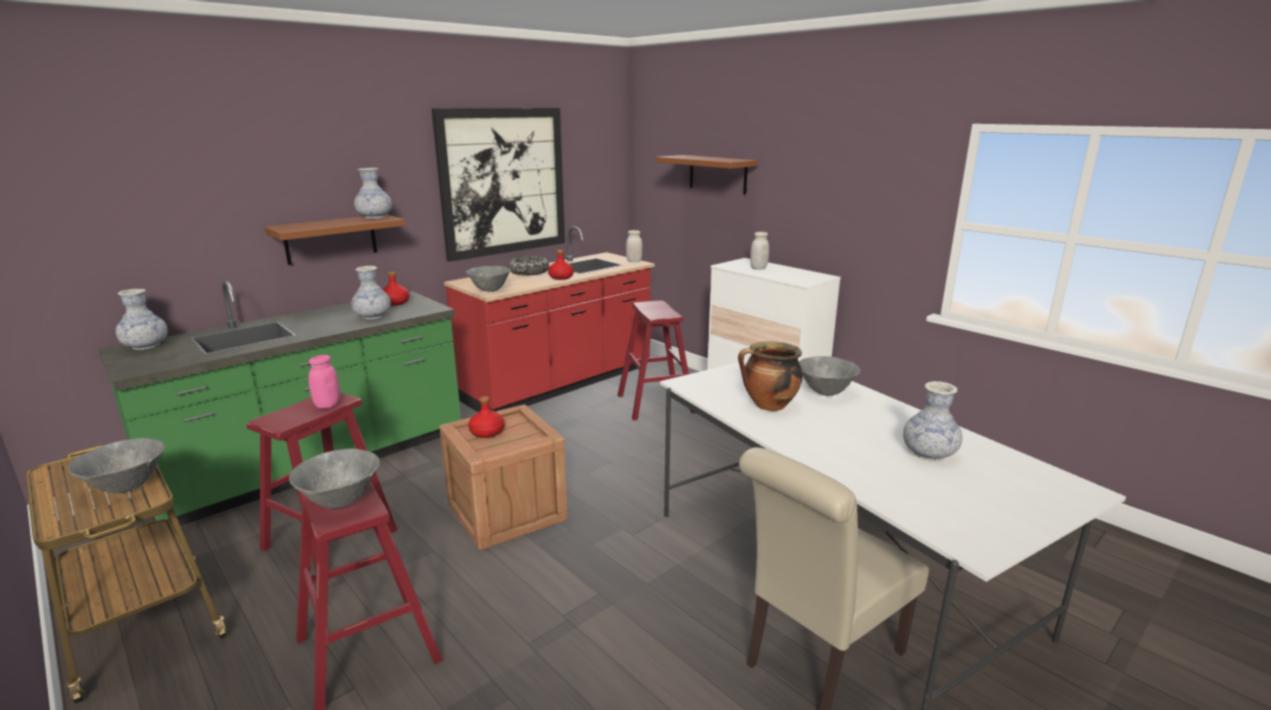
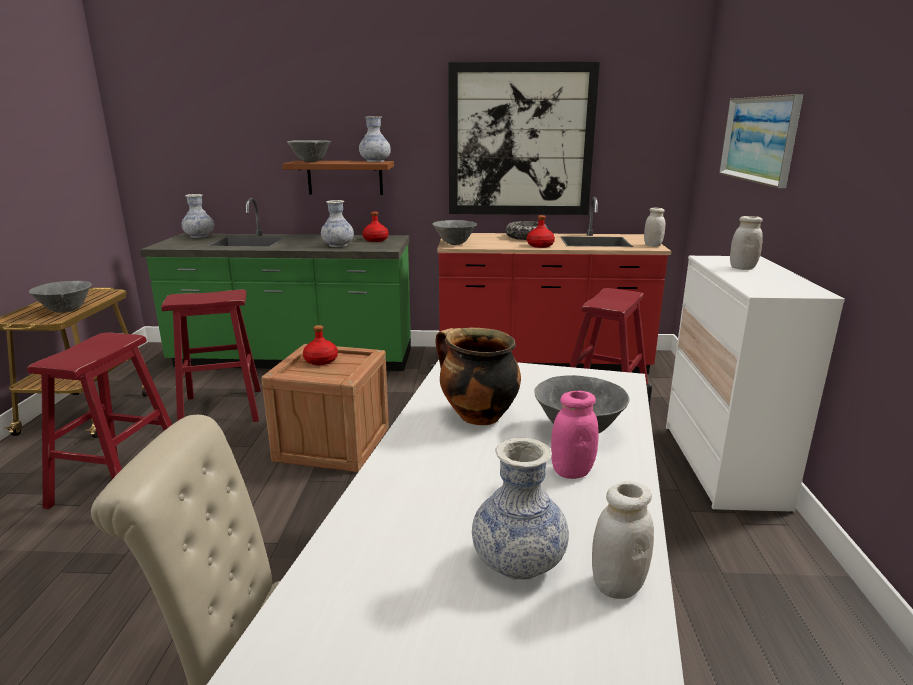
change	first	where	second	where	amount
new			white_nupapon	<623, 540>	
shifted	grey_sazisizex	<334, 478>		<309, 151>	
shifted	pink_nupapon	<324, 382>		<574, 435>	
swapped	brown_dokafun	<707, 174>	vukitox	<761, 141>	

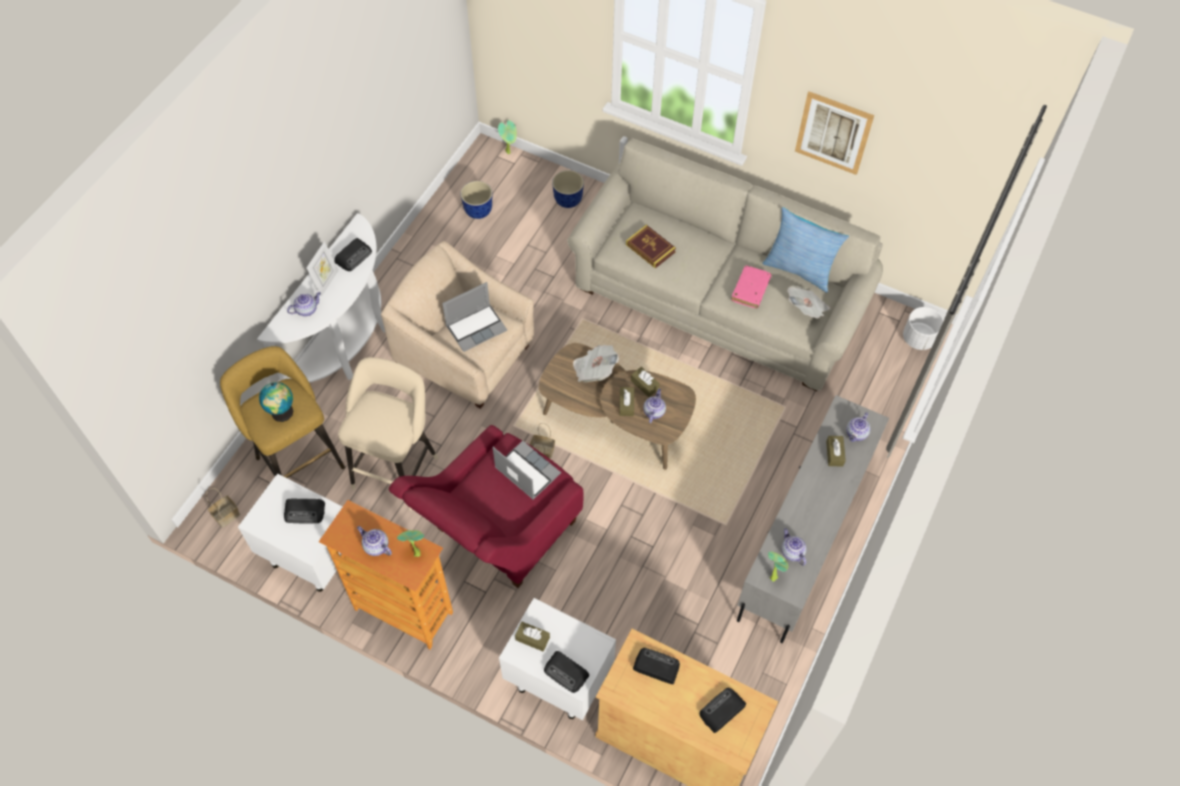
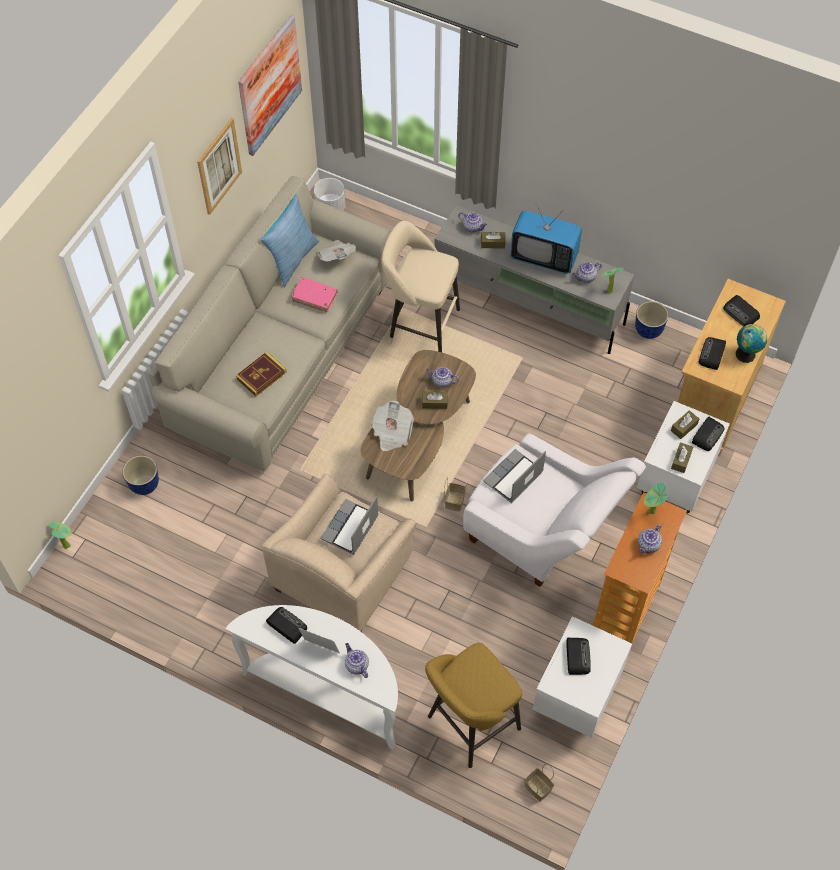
change	first	where	second	where	amount
new			vukitox	<270, 85>	
new			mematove	<546, 238>	
shifted	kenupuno	<276, 402>		<751, 343>	
shifted	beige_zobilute	<388, 433>		<421, 286>	
shifted	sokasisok	<476, 200>		<652, 320>	
shifted	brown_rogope	<645, 382>		<685, 424>	
repainted	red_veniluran	<486, 506>	white_veniluran	<554, 510>	
rotated	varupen	<474, 317>		<349, 525>	120 degrees counterclockwise

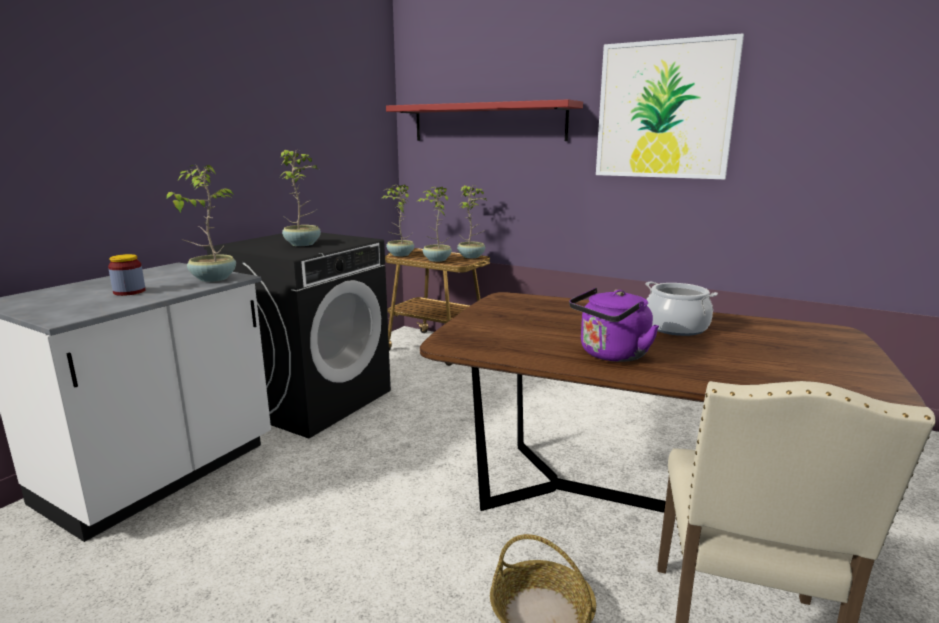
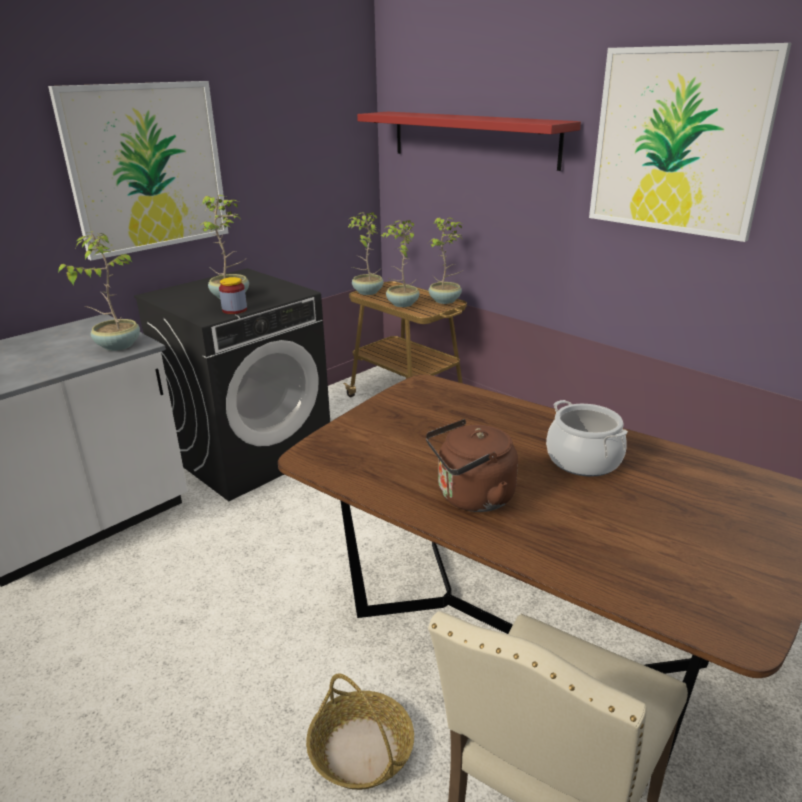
change	first	where	second	where	amount
new			vukitox	<138, 170>	
shifted	nupapon	<127, 275>		<233, 295>	
repainted	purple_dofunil	<614, 325>	brown_dofunil	<472, 465>	

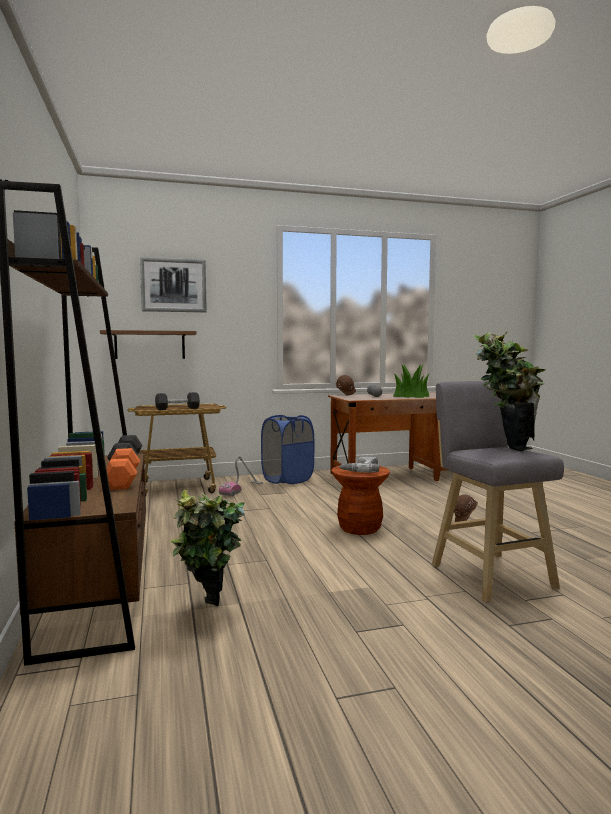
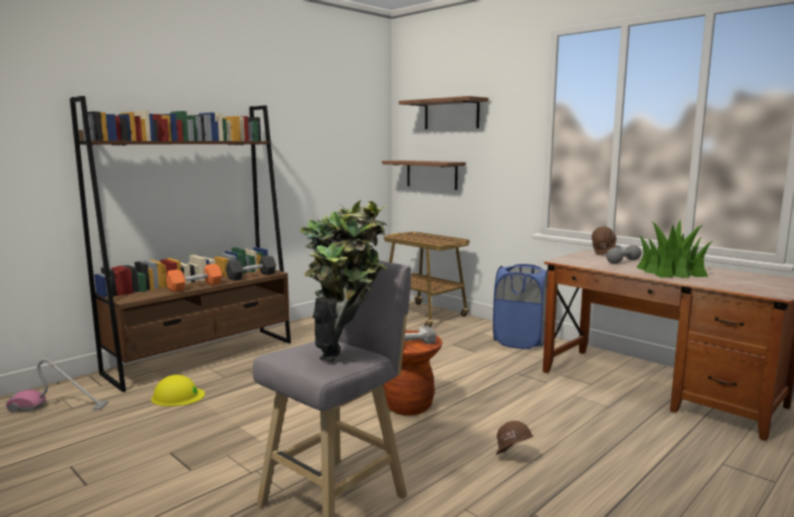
change	first	where	second	where	amount
gone	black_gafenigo	<177, 401>			
shifted	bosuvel	<241, 476>		<57, 385>	
swapped	vukitox	<173, 284>	dokafun	<444, 112>	
swapped	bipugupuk	<207, 548>	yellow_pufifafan	<178, 390>	

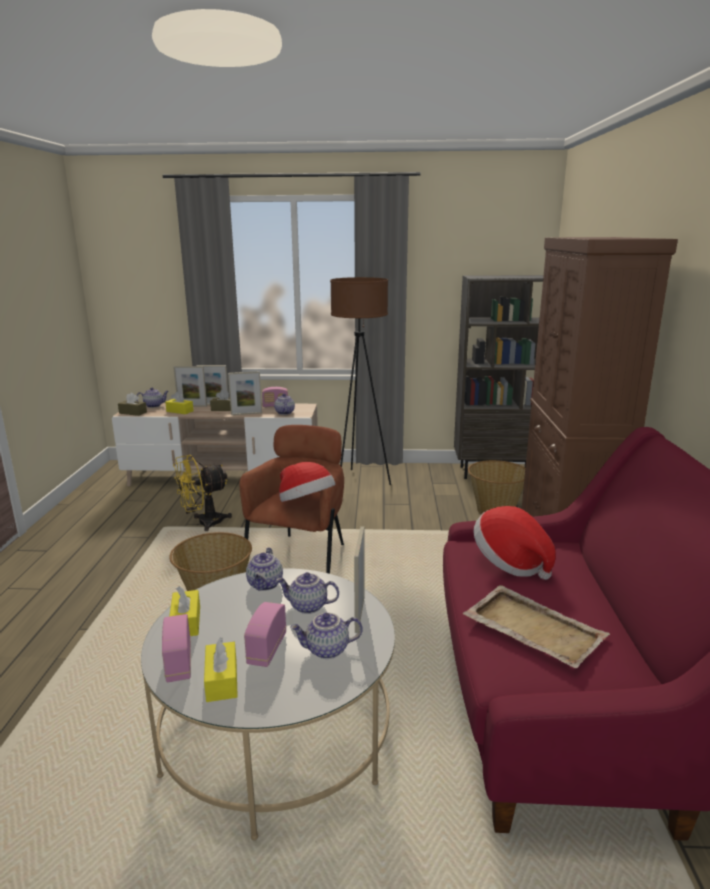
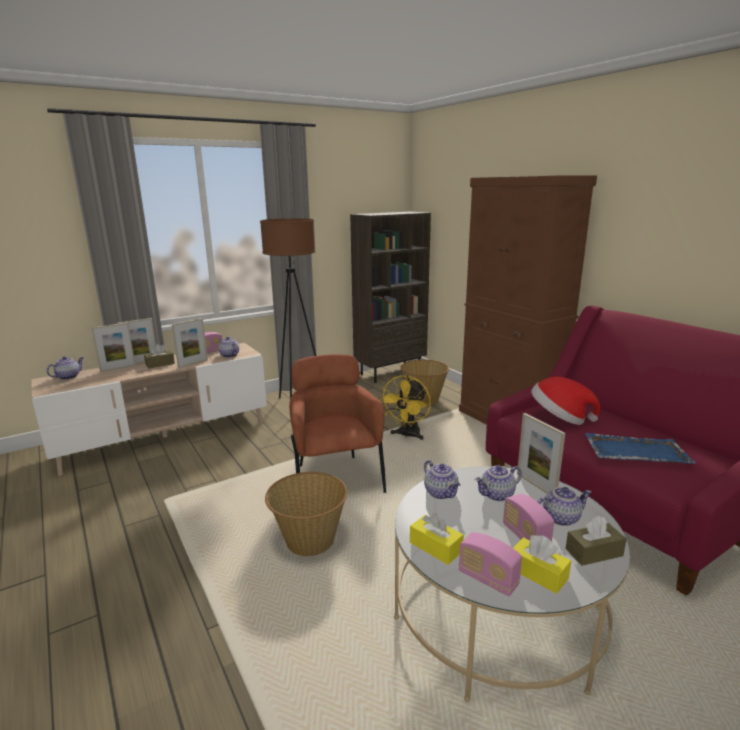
change	first	where	second	where	amount
gone	yellow_rogope	<179, 403>			
gone	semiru	<307, 482>			
shifted	brown_rogope	<132, 404>		<596, 541>	
shifted	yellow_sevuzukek	<202, 493>		<406, 407>	
repainted	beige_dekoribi	<536, 626>	blue_dekoribi	<640, 448>	
rotated	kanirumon	<326, 636>		<565, 506>	150 degrees counterclockwise

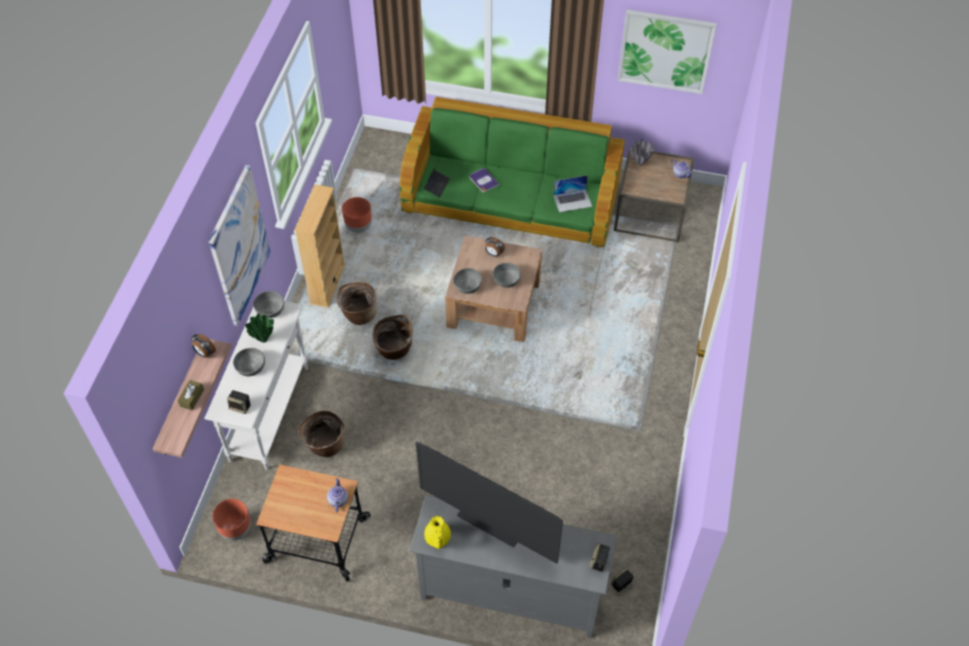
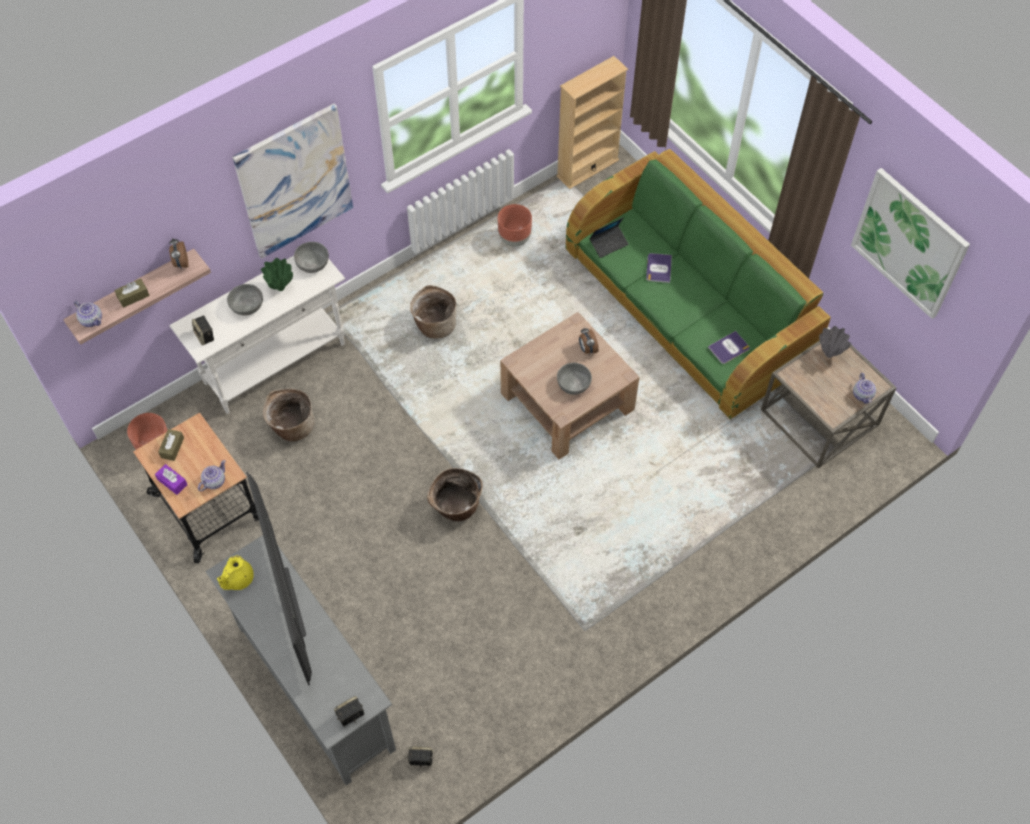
change	first	where	second	where	amount
gone	grey_sazisizex	<467, 281>			
new			kanirumon	<88, 314>	
new			purple_rogope	<171, 479>	
new			brown_rogope	<171, 445>	
shifted	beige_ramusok	<320, 246>		<592, 122>	
shifted	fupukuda	<393, 337>		<455, 494>	
swapped	varupen	<572, 193>	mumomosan	<729, 347>	

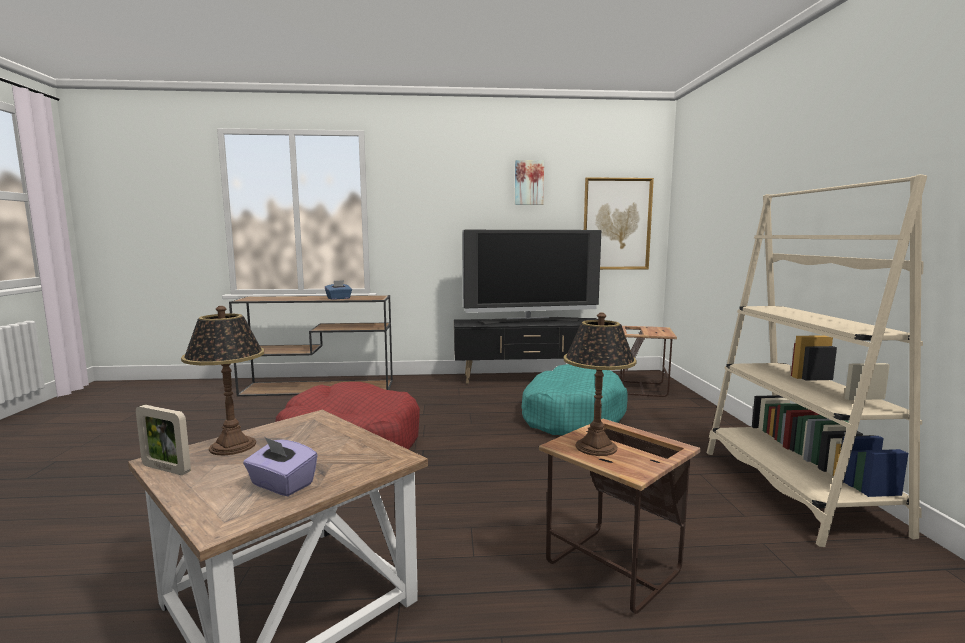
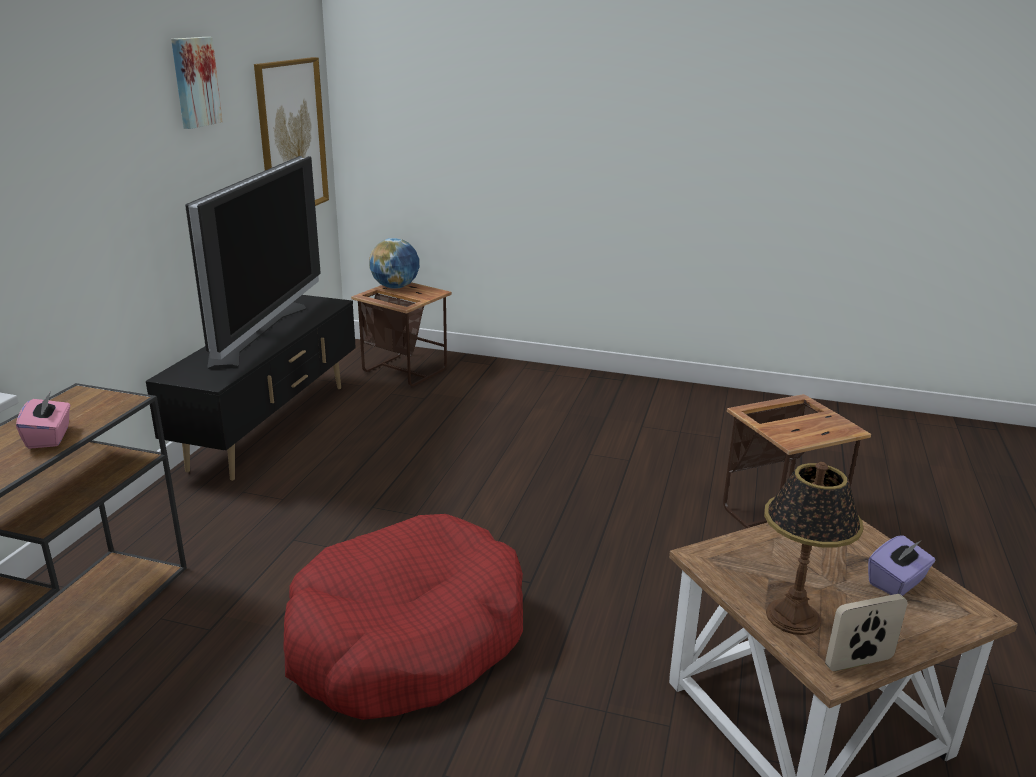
change	first	where	second	where	amount
gone	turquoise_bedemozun	<574, 399>			
gone	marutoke	<600, 384>			
gone	beige_ramusok	<817, 360>			
new			kenupuno	<394, 263>	
repainted	blue_rogope	<338, 290>	pink_rogope	<43, 420>	
rotated	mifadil	<163, 440>		<866, 632>	150 degrees counterclockwise

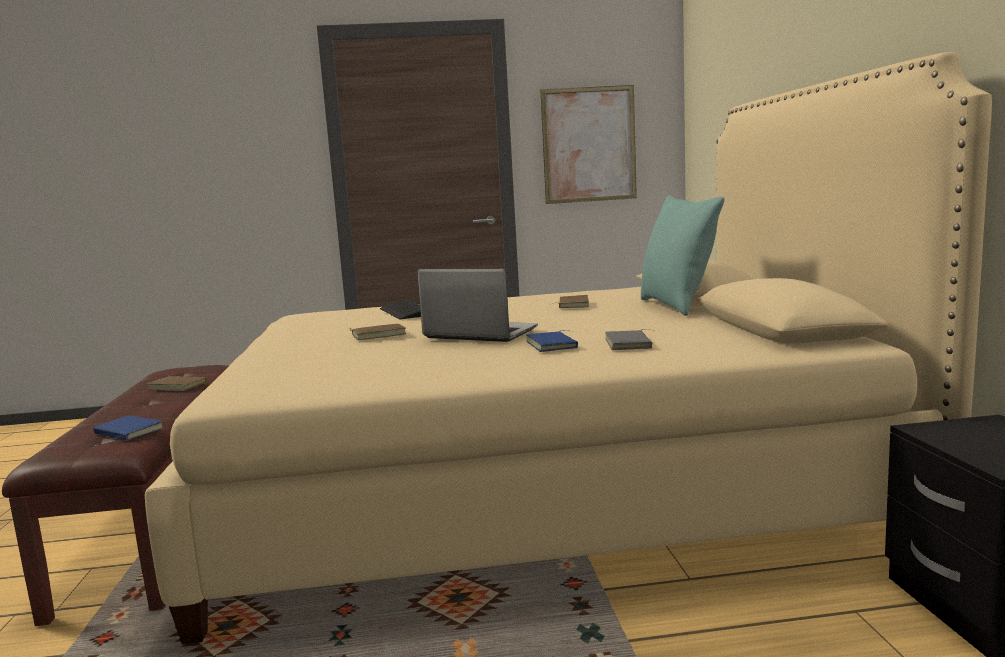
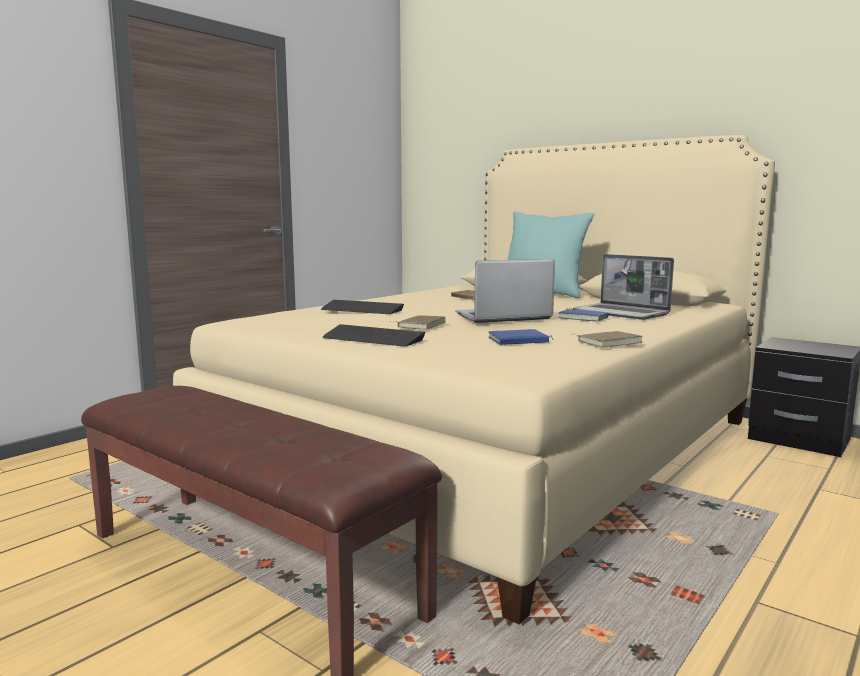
change	first	where	second	where	amount
gone	vukitox	<588, 144>			
new			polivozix	<374, 335>	
shifted	blue_mumomosan	<128, 427>		<521, 337>	
shifted	brown_mumomosan	<177, 382>		<607, 339>	
swapped	grey_mumomosan	<629, 339>	varupen	<623, 287>	

